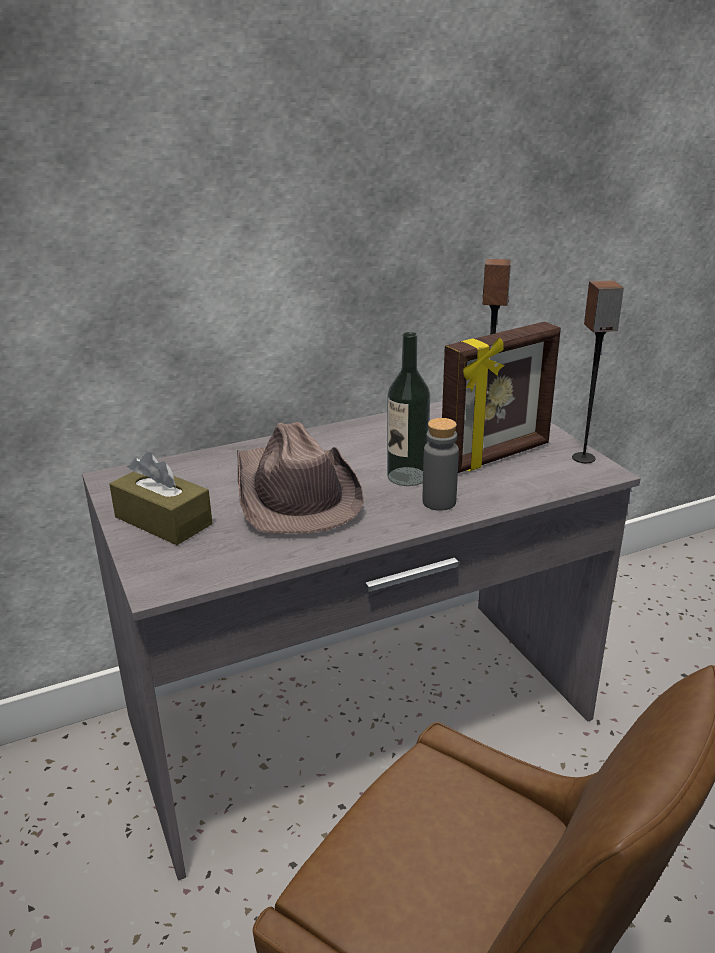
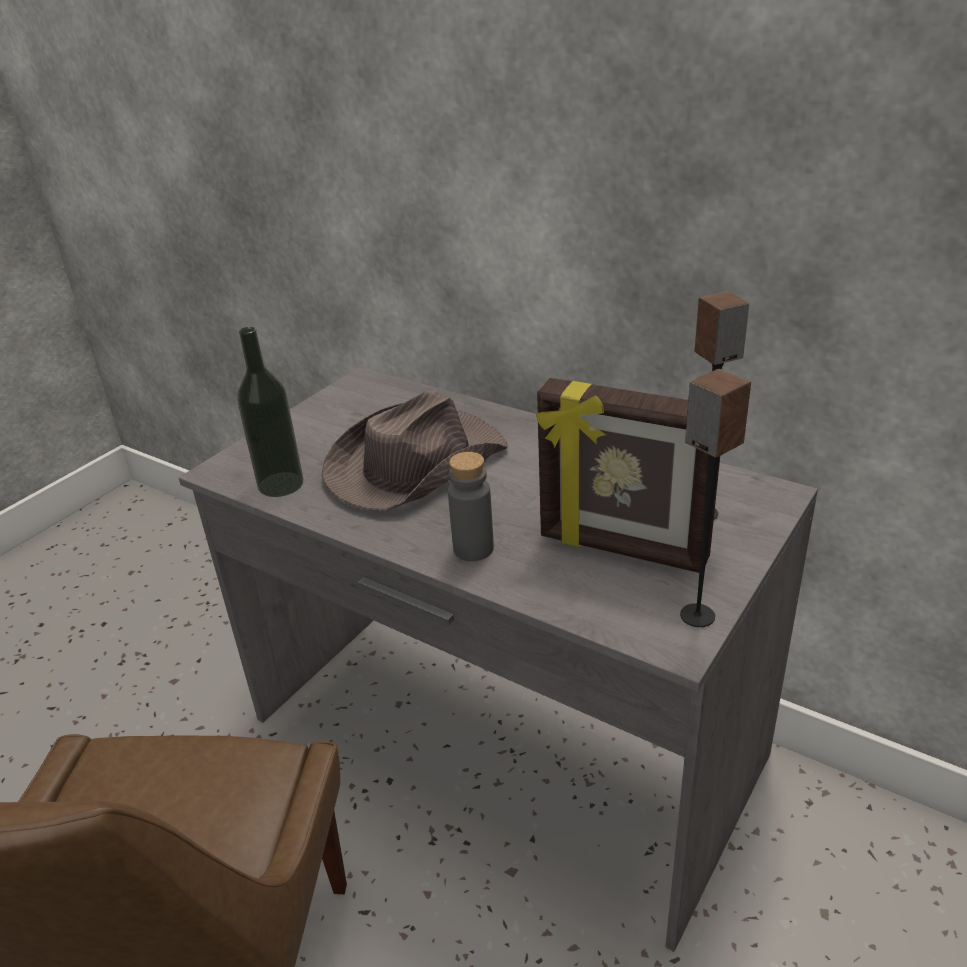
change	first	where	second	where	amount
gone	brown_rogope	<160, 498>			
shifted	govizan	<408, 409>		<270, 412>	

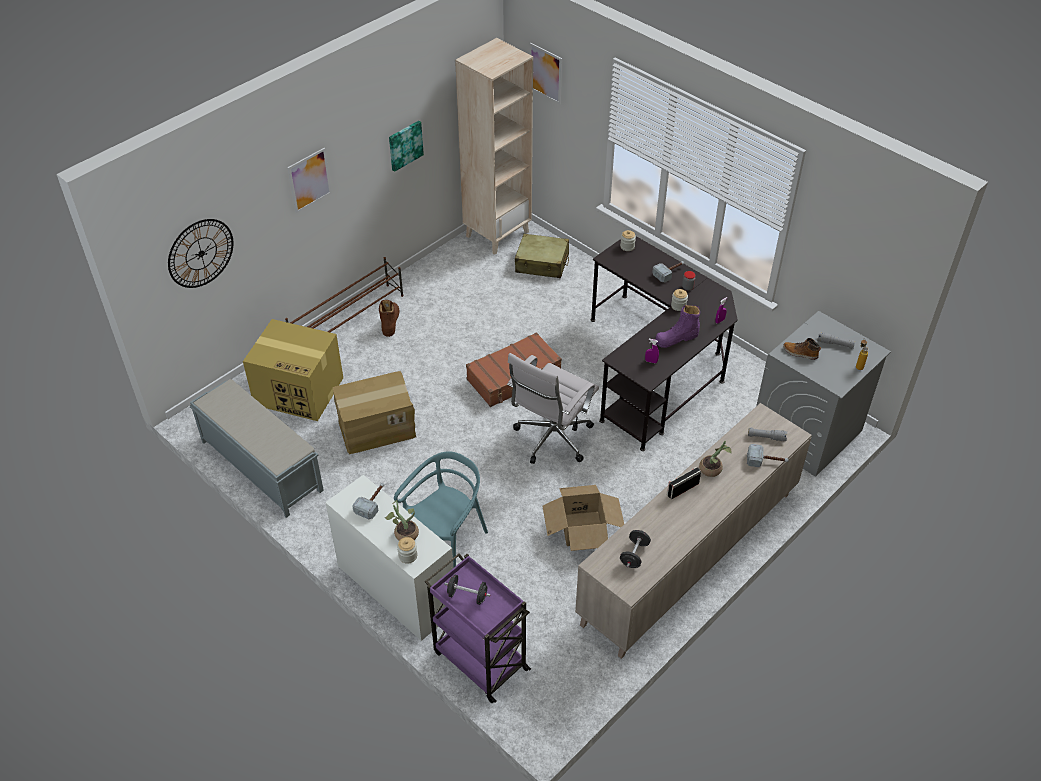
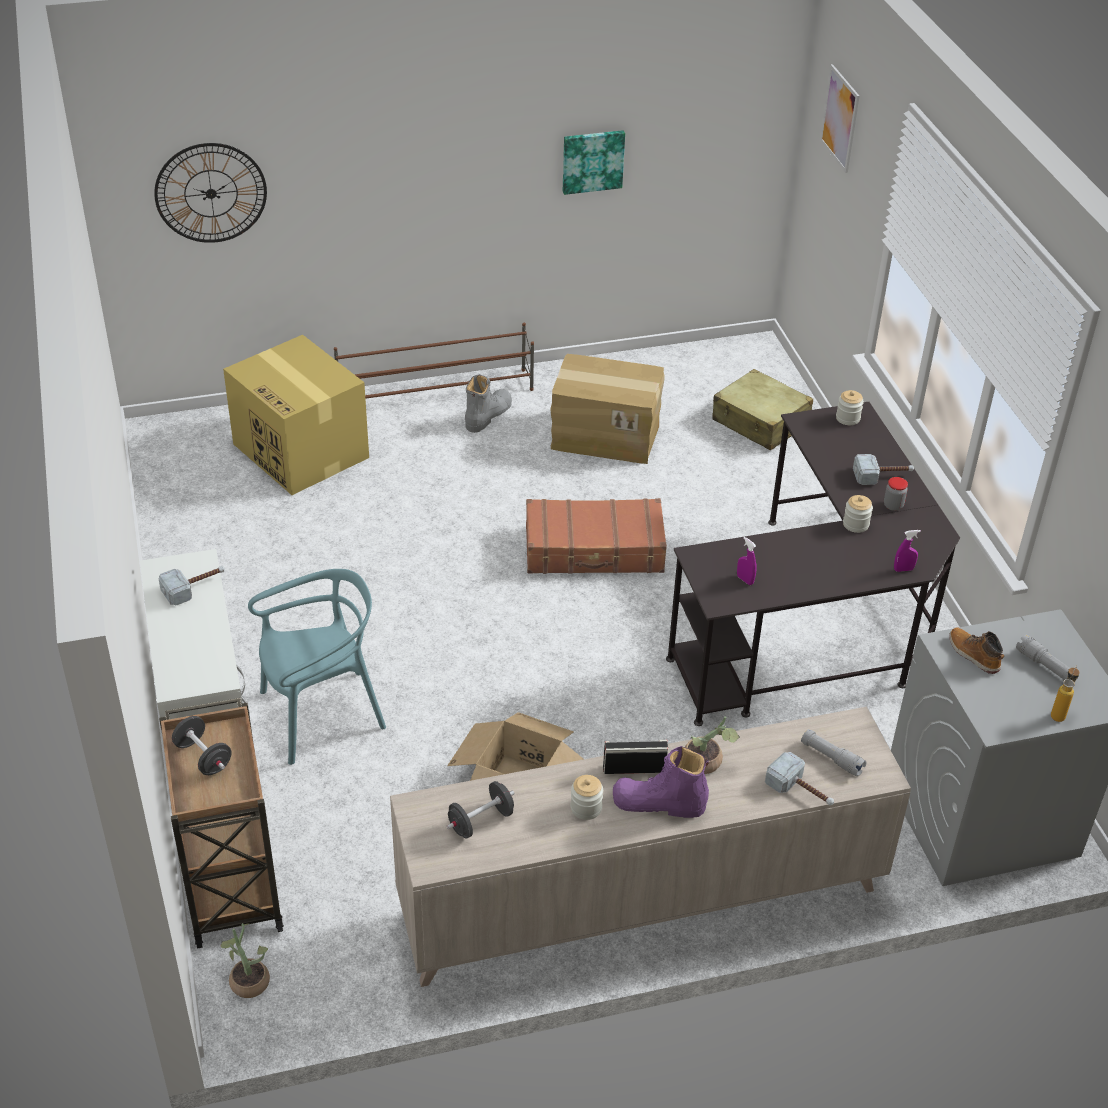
change	first	where	second	where	amount
gone	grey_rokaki	<257, 448>			
gone	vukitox	<309, 180>			
gone	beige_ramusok	<494, 146>			
gone	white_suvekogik	<553, 408>			
shifted	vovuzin	<374, 412>		<608, 409>	
shifted	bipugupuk	<402, 520>		<245, 960>	
shifted	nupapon	<407, 550>		<586, 797>	
shifted	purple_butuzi	<677, 326>		<661, 782>	
repainted	brown_butuzi	<389, 318>	grey_butuzi	<488, 403>	
repainted	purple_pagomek	<478, 628>	brown_pagomek	<221, 823>	

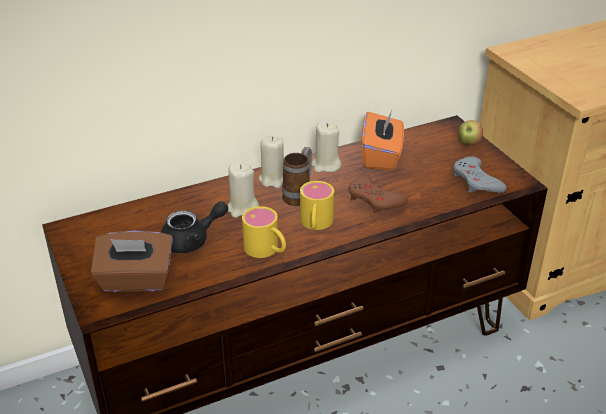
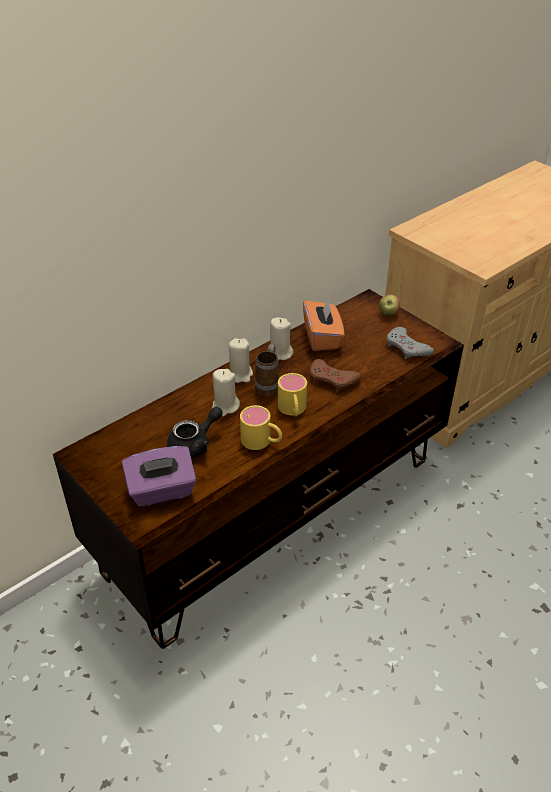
change	first	where	second	where	amount
repainted	brown_rogope	<132, 261>	purple_rogope	<159, 476>	

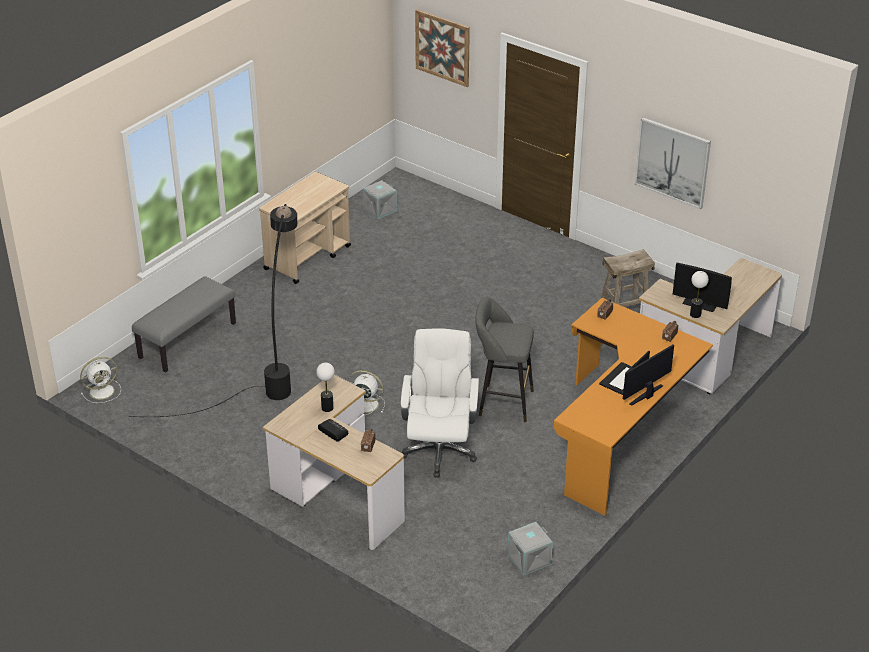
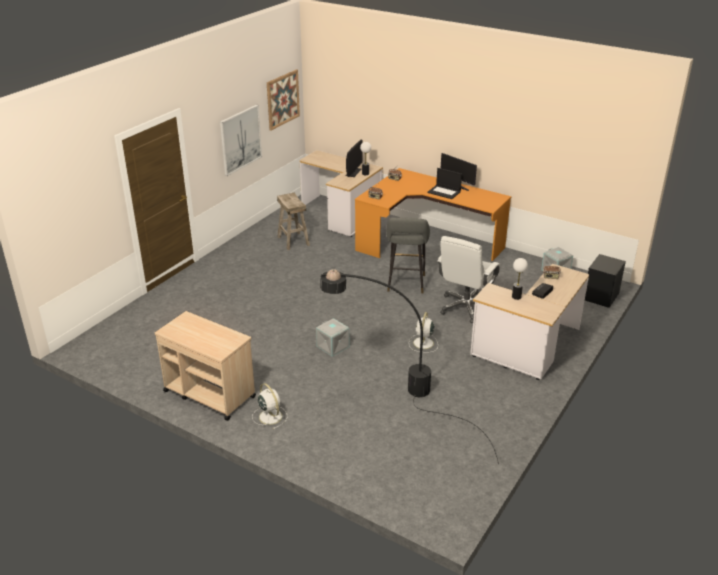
change	first	where	second	where	amount
gone	grey_rokaki	<184, 324>			
new			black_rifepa	<605, 281>	
shifted	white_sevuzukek	<100, 380>		<270, 406>	
shifted	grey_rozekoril	<380, 199>		<332, 337>	
shifted	vukitox	<442, 48>		<283, 100>	
rotated	white_suvekogik	<440, 403>		<468, 279>	60 degrees counterclockwise

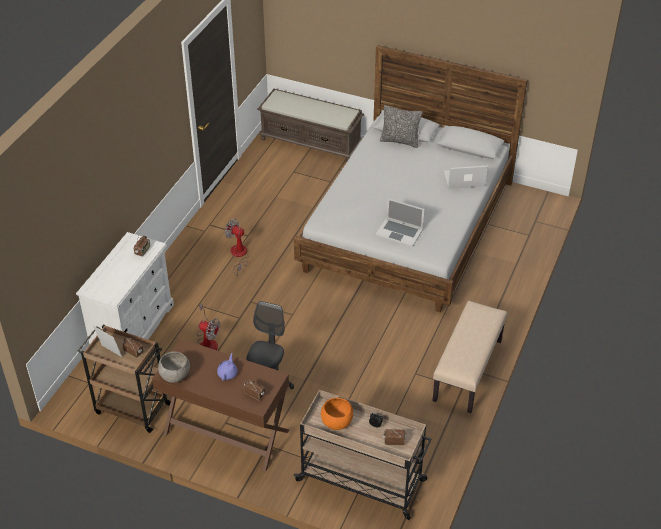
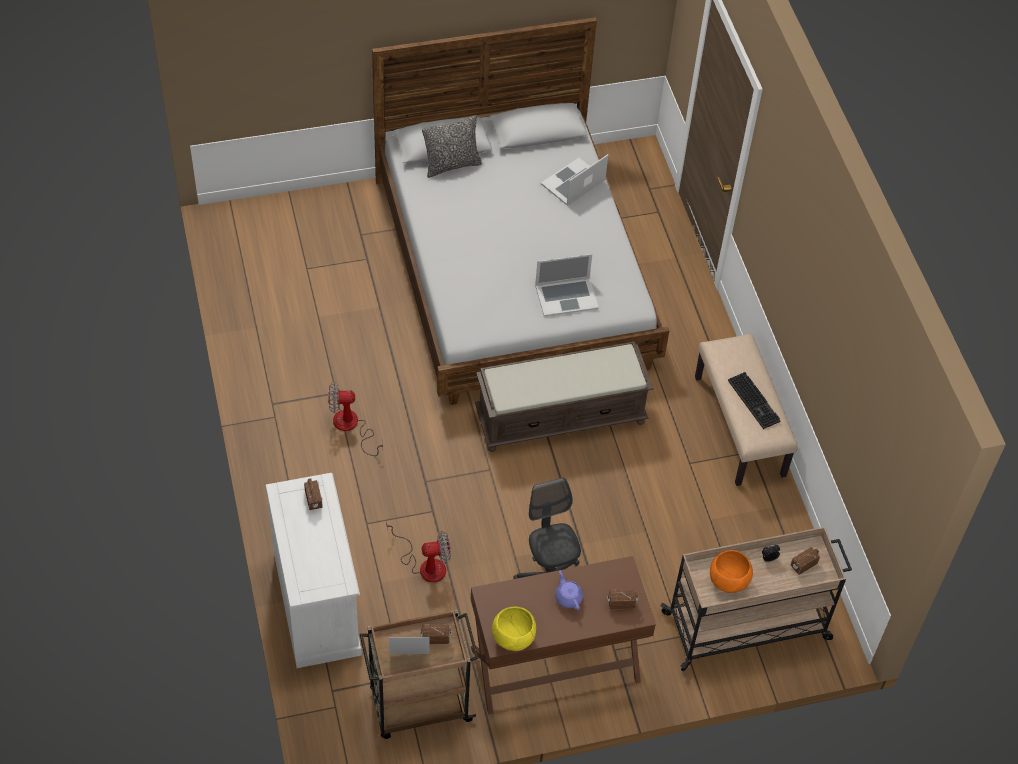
change	first	where	second	where	amount
new			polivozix	<754, 400>	
shifted	brown_rokaki	<310, 125>		<564, 396>	
repainted	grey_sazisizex	<174, 367>	yellow_sazisizex	<514, 629>	

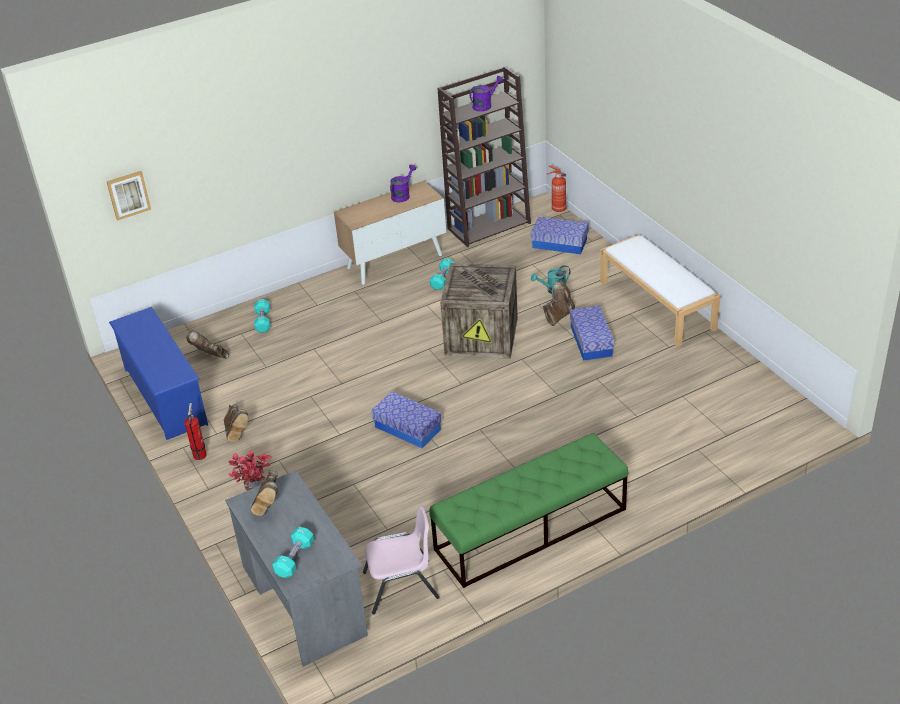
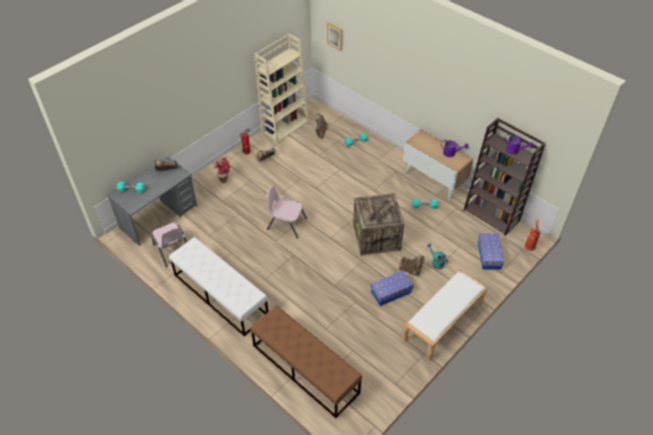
change	first	where	second	where	amount
new			brown_rokaki	<306, 362>	
swapped	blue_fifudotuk	<158, 373>	beige_ramusok	<281, 88>	
swapped	rozekoril	<406, 419>	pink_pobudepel	<287, 211>	
repainted	green_rokaki	<528, 510>	white_rokaki	<218, 286>	

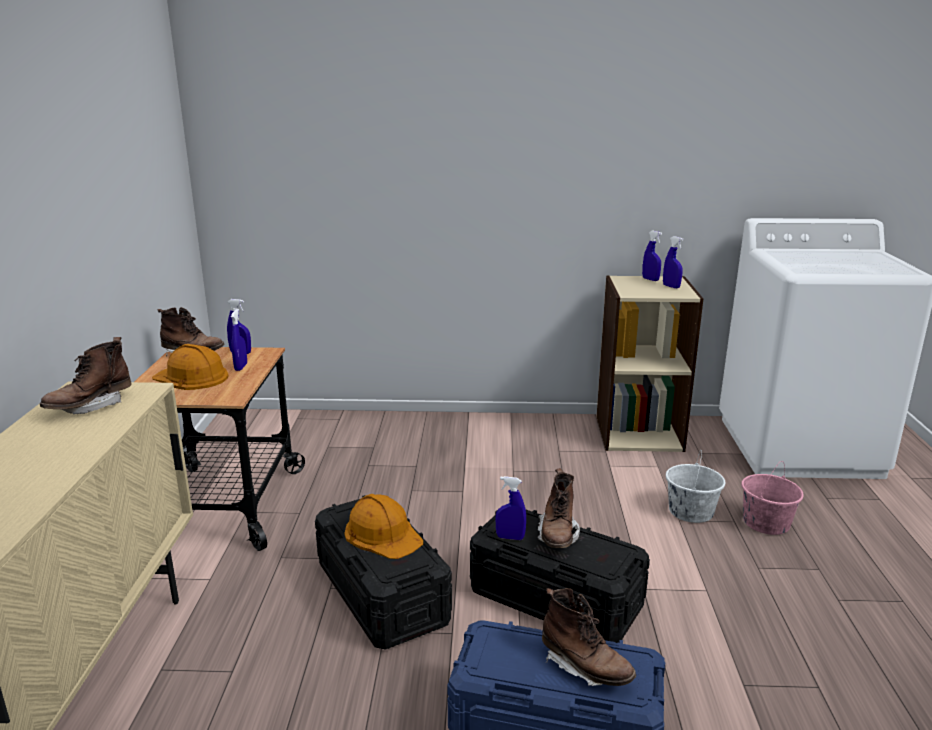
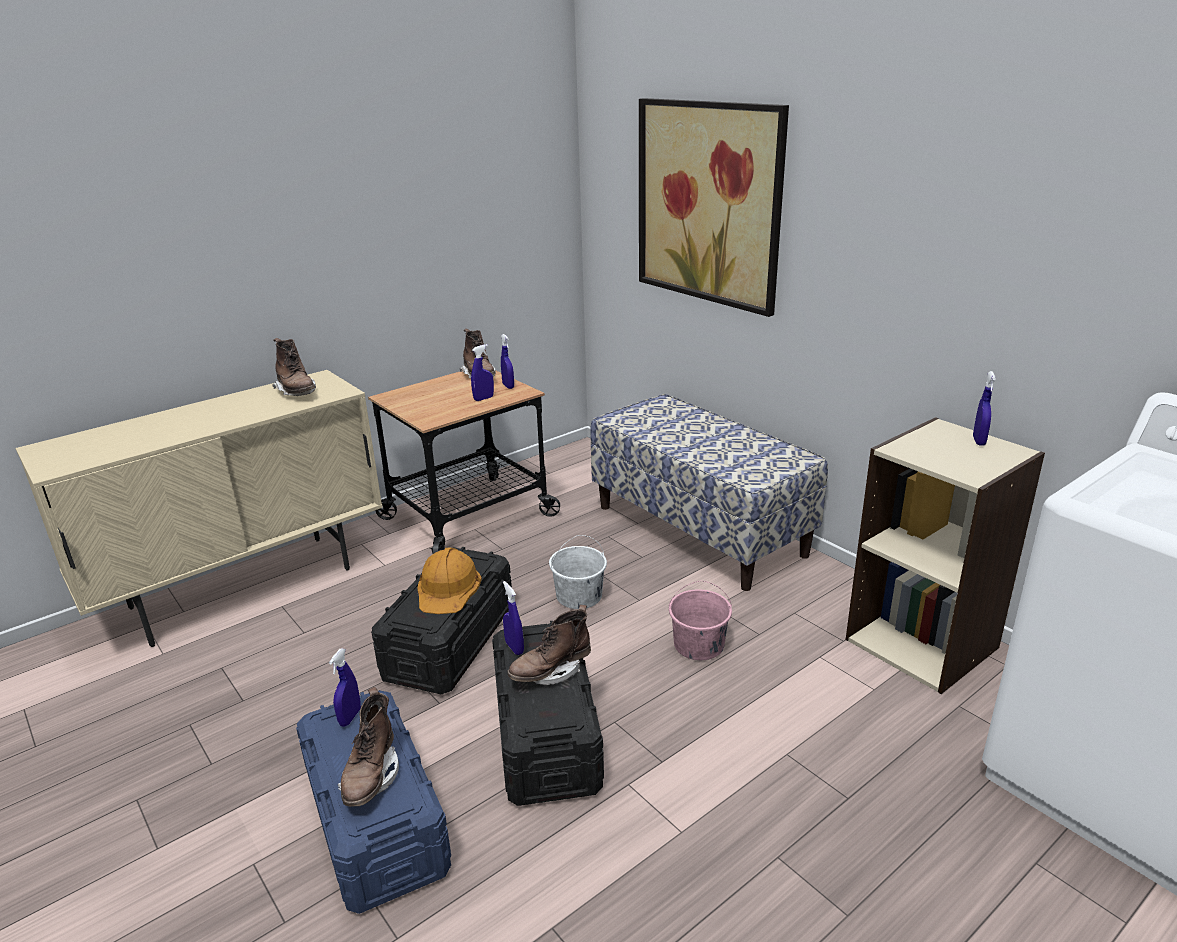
change	first	where	second	where	amount
gone	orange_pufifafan	<190, 367>			
new			rokaki	<709, 492>	
new			vukitox	<714, 207>	
shifted	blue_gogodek	<673, 262>		<345, 688>	
shifted	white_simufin	<695, 486>		<578, 572>	
shifted	pink_simufin	<772, 498>		<700, 620>	
rotated	brown_butuzi	<86, 375>		<294, 367>	120 degrees counterclockwise

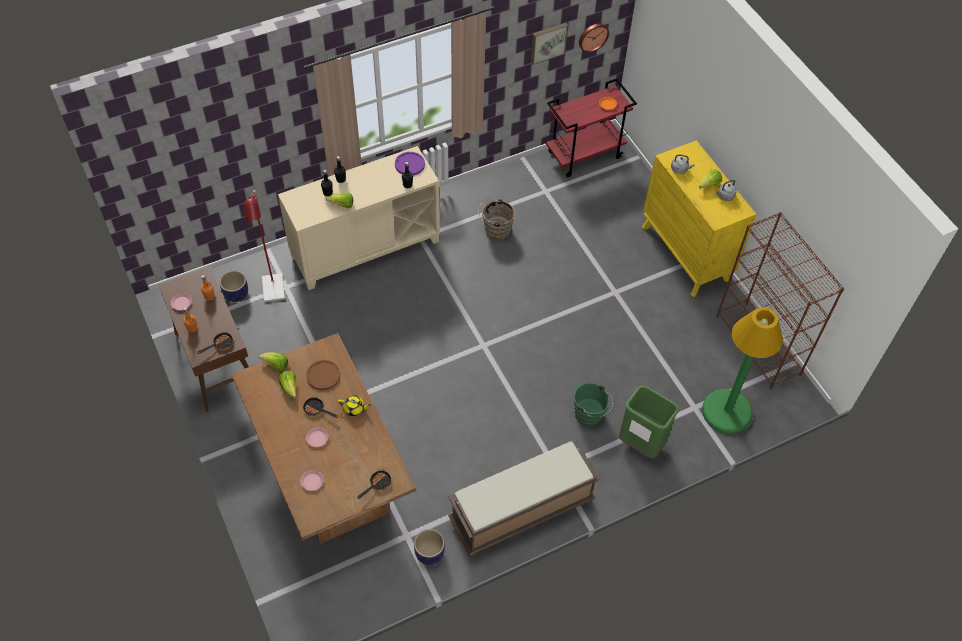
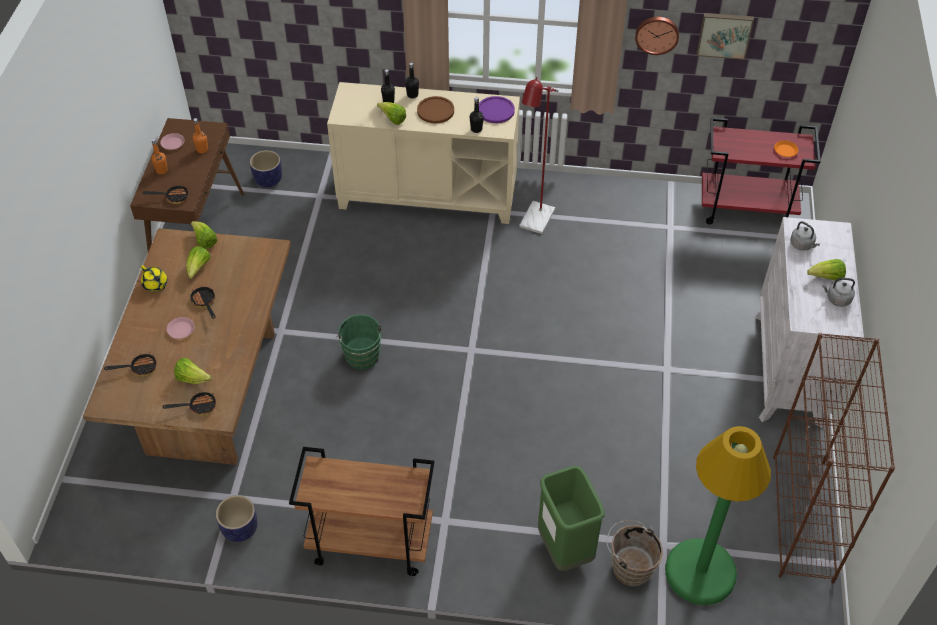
change	first	where	second	where	amount
new			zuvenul	<193, 371>	
shifted	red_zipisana	<264, 246>		<539, 155>	
shifted	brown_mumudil	<323, 375>		<435, 109>	
shifted	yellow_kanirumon	<354, 405>		<154, 278>	
shifted	brown_simufin	<496, 219>		<634, 553>	
shifted	green_simufin	<593, 404>		<359, 342>	
shifted	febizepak	<594, 38>		<657, 36>	
swapped	pink_mumudil	<312, 480>	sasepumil	<130, 365>	
swapped	brown_rokaki	<524, 498>	brown_pagomek	<362, 511>	
repainted	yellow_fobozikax	<699, 218>	white_fobozikax	<809, 322>	

